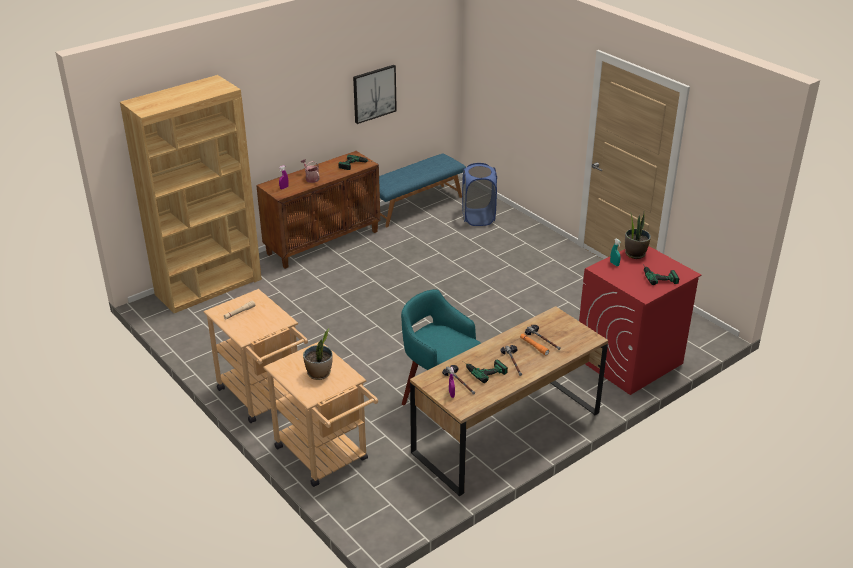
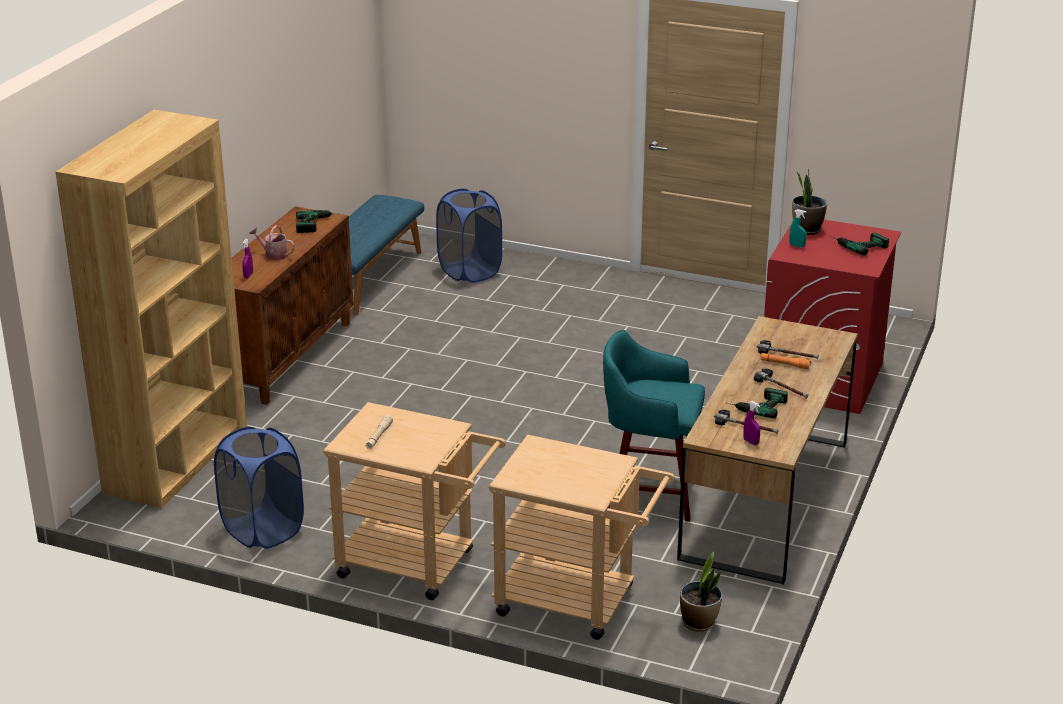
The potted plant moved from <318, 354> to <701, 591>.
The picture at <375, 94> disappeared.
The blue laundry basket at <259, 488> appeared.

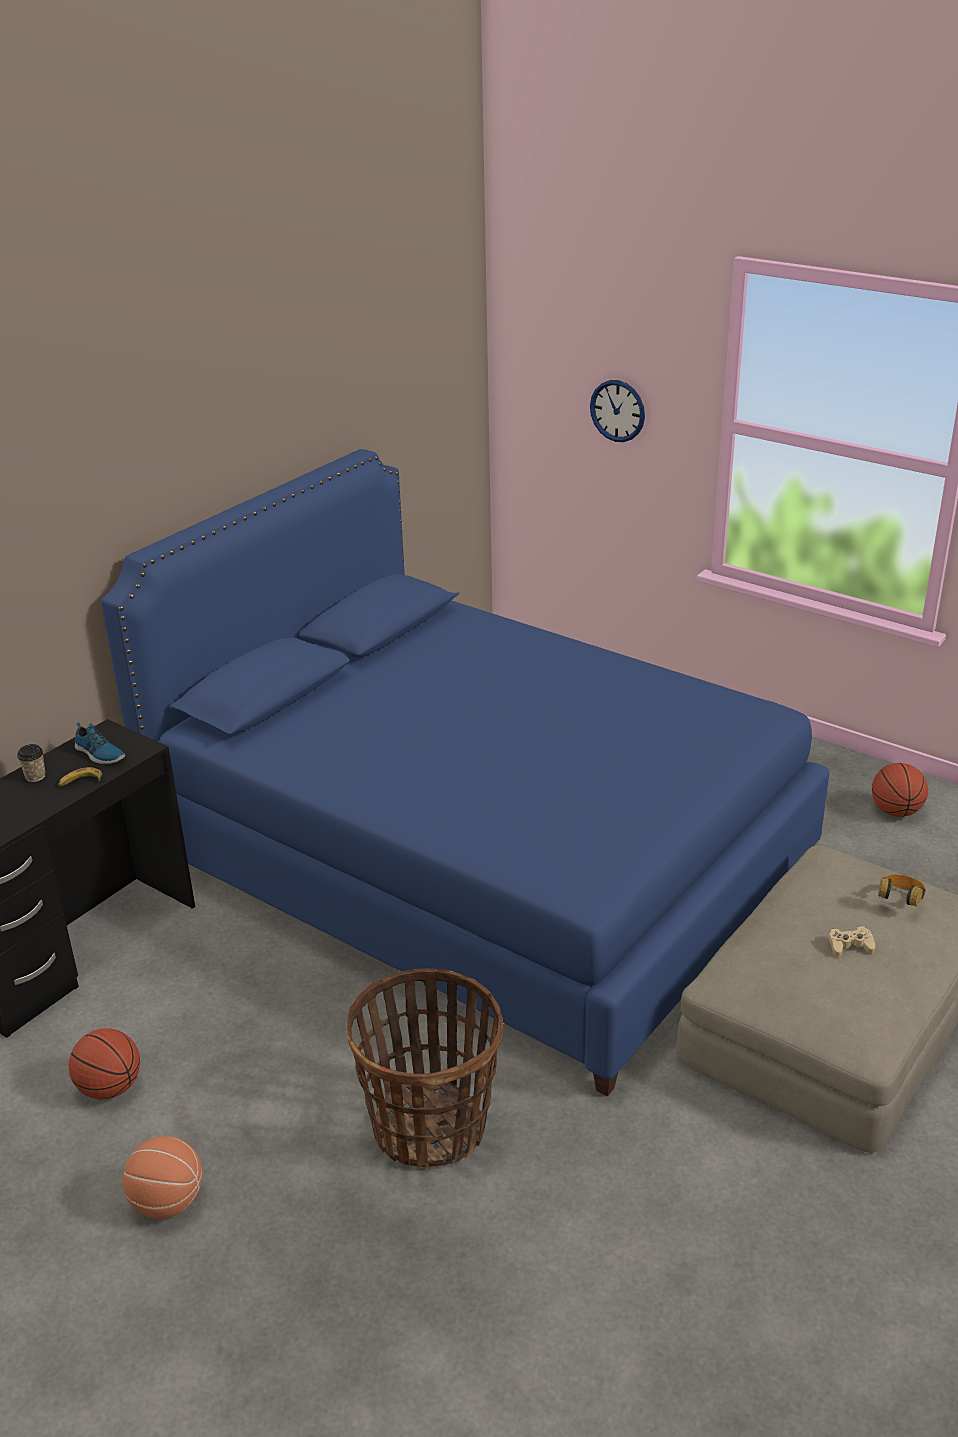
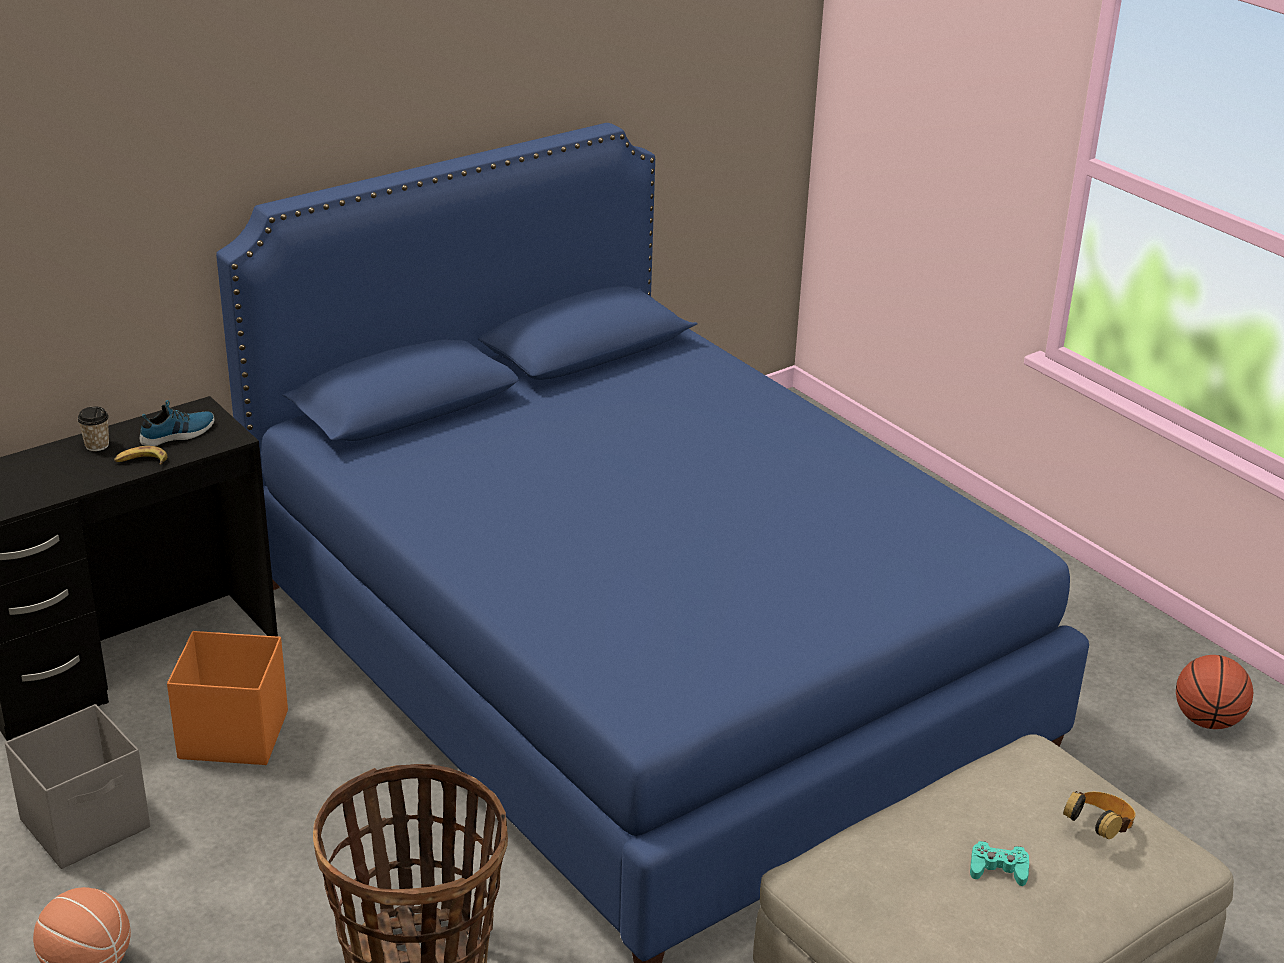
The basketball at <104, 1063> was replaced by the grey storage box at <77, 786>.
The shoe at <100, 743> turned 90 degrees counterclockwise.
The wall clock at <617, 411> disappeared.
The beige game controller at <852, 941> became the turquoise game controller at <999, 863>.
The orange storage box at <227, 698> appeared.

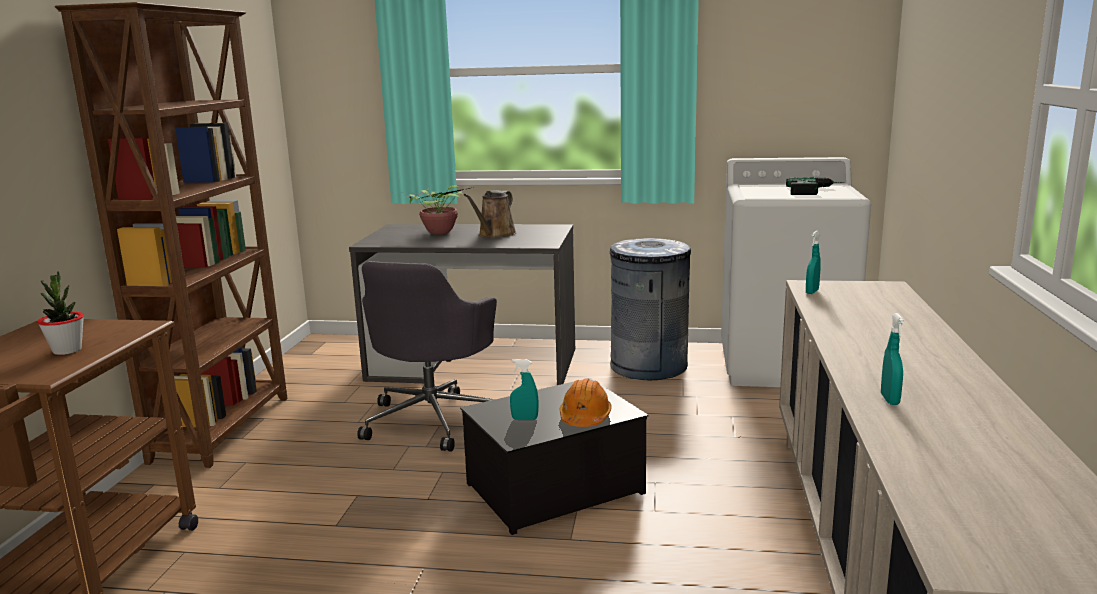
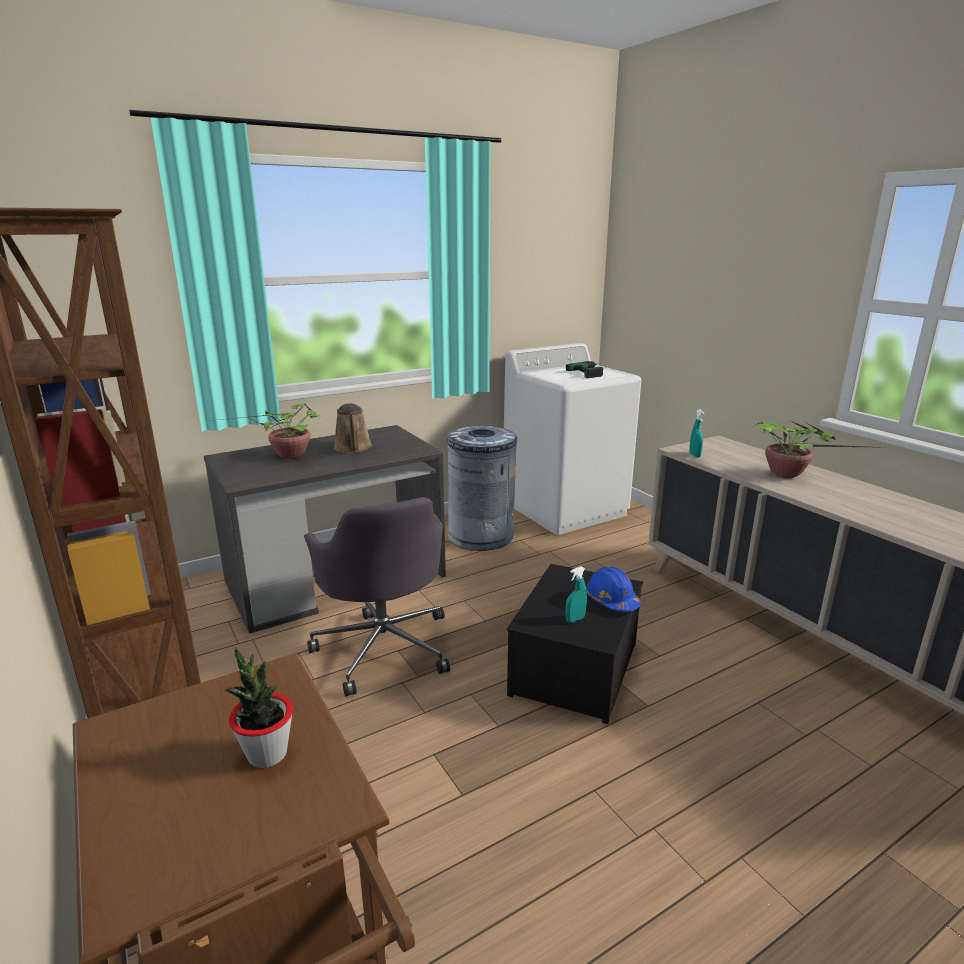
The orange hard hat at <586, 402> became the blue hard hat at <613, 589>.
The turquoise spray bottle at <892, 359> disappeared.
The potted plant at <822, 449> appeared.

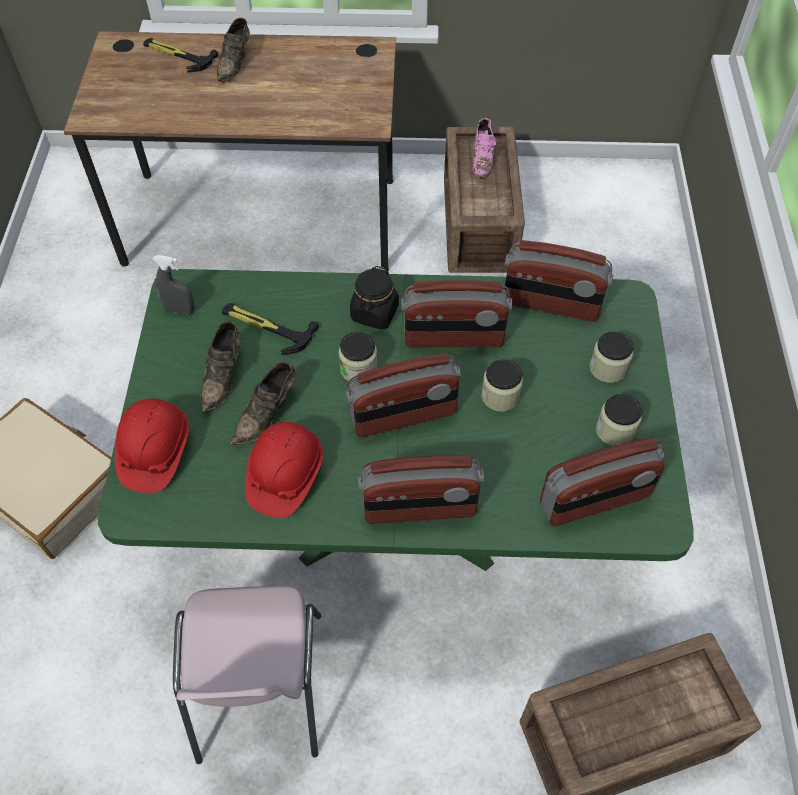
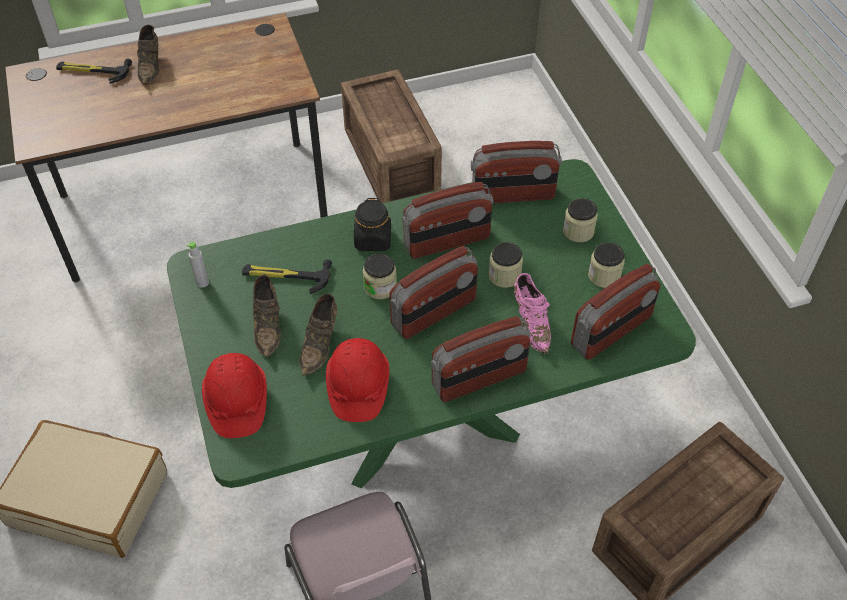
The grey spray bottle at <174, 284> was replaced by the grey bottle at <197, 264>.
The pink shoe moved from <484, 148> to <532, 313>.

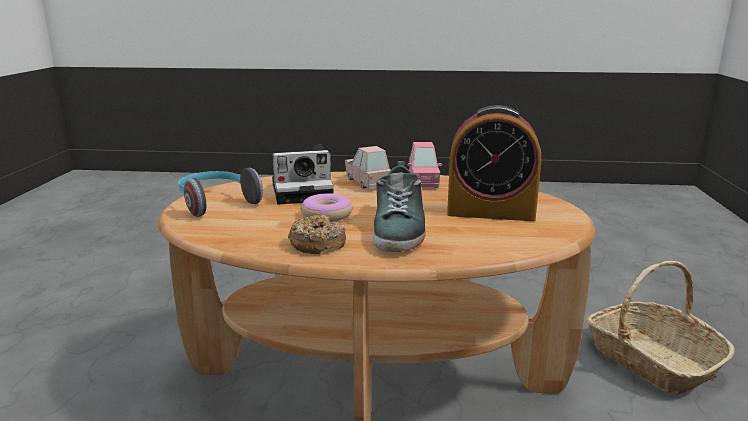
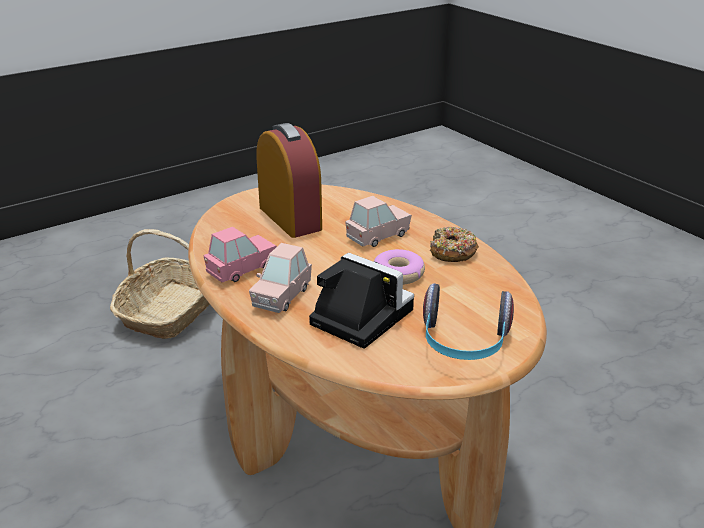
The shoe at <399, 206> was replaced by the pink toy car at <378, 221>.

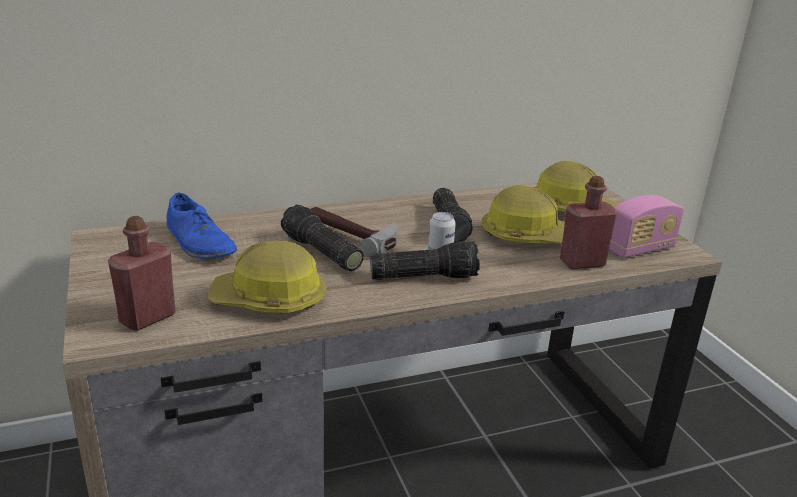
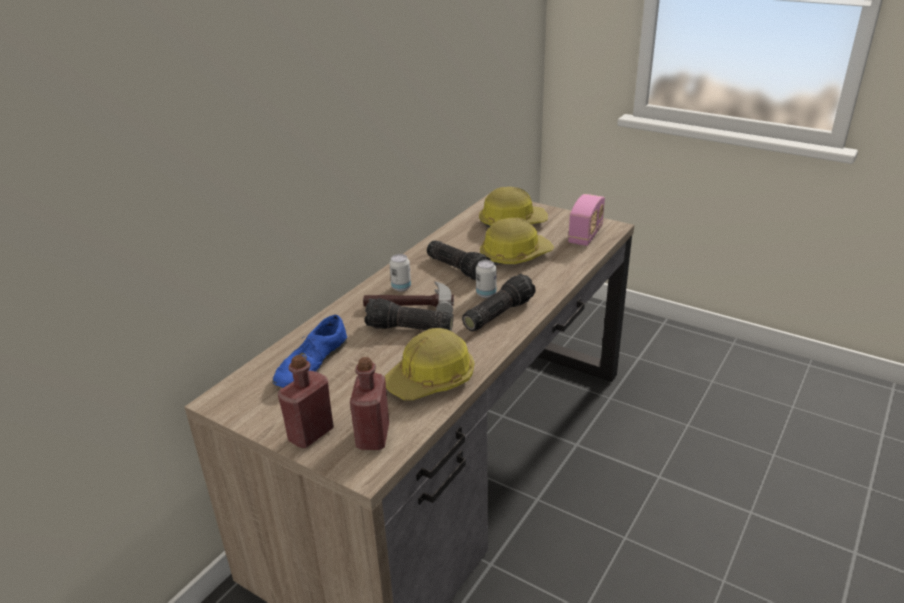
The blue shoe at <201, 226> turned 105 degrees clockwise.
The red bottle moved from <588, 222> to <306, 401>.
The can at <400, 273> appeared.

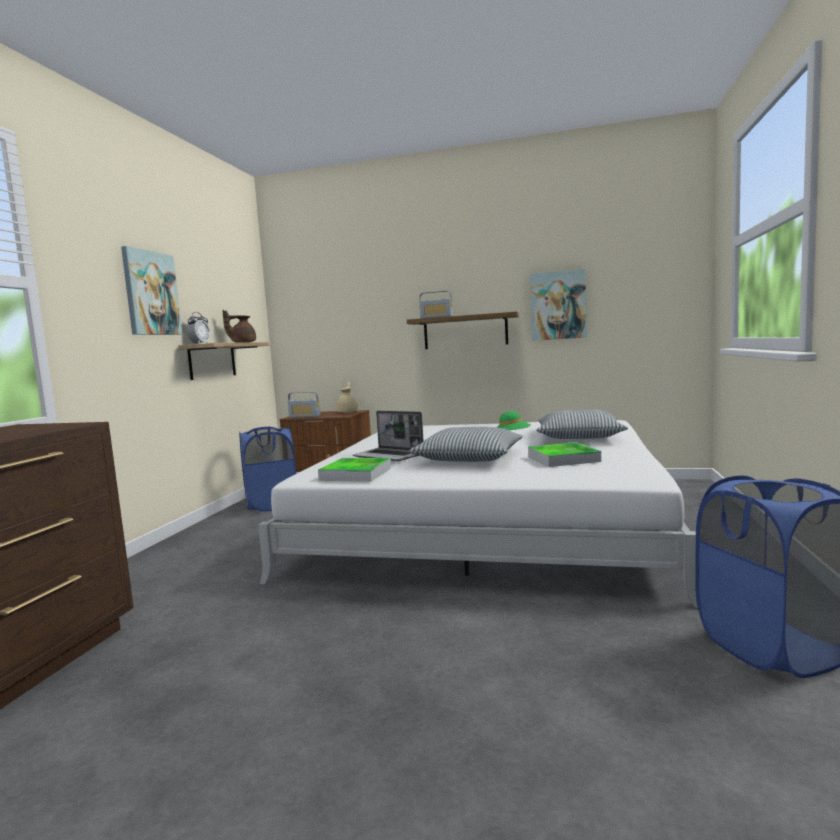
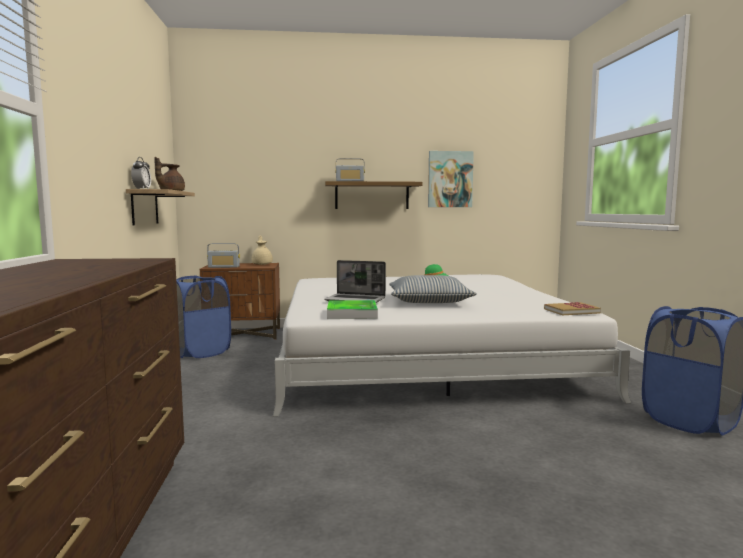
The picture at <151, 290> disappeared.
The tray at <564, 454> disappeared.
The pillow at <582, 424> disappeared.
The book at <572, 308> appeared.

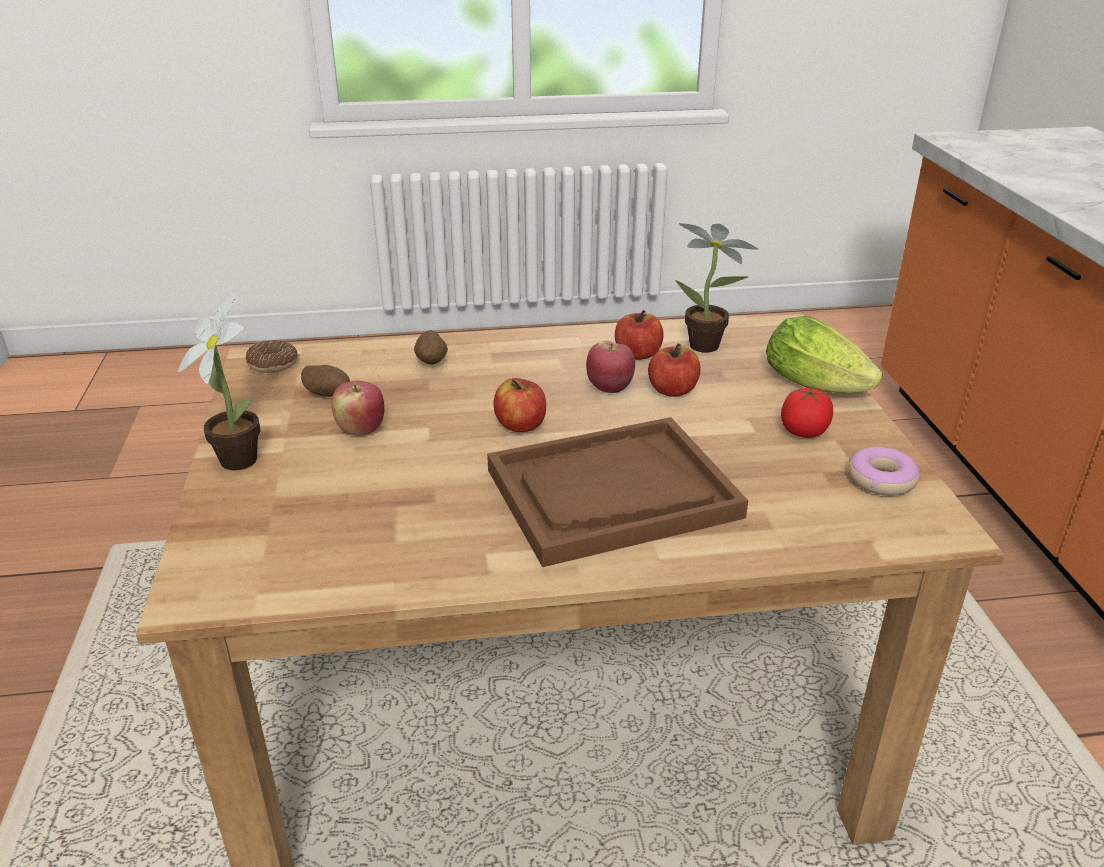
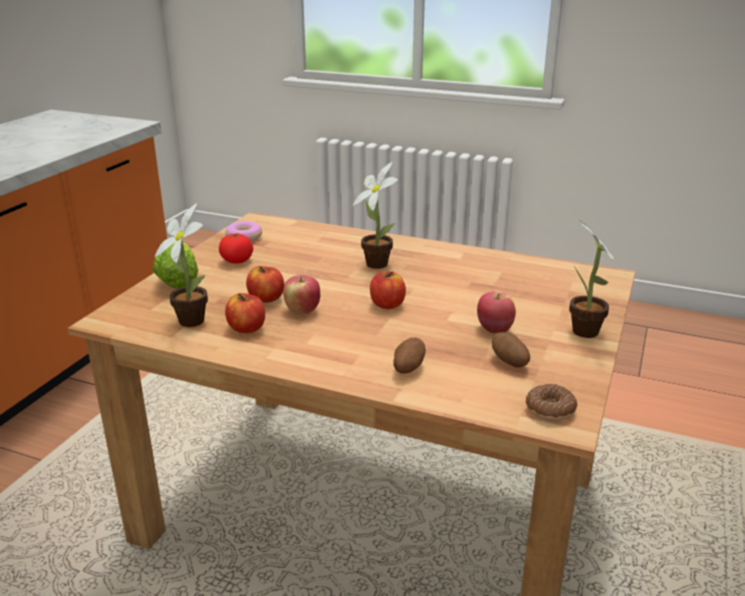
The brown tray at <617, 492> was replaced by the potted plant at <375, 215>.

